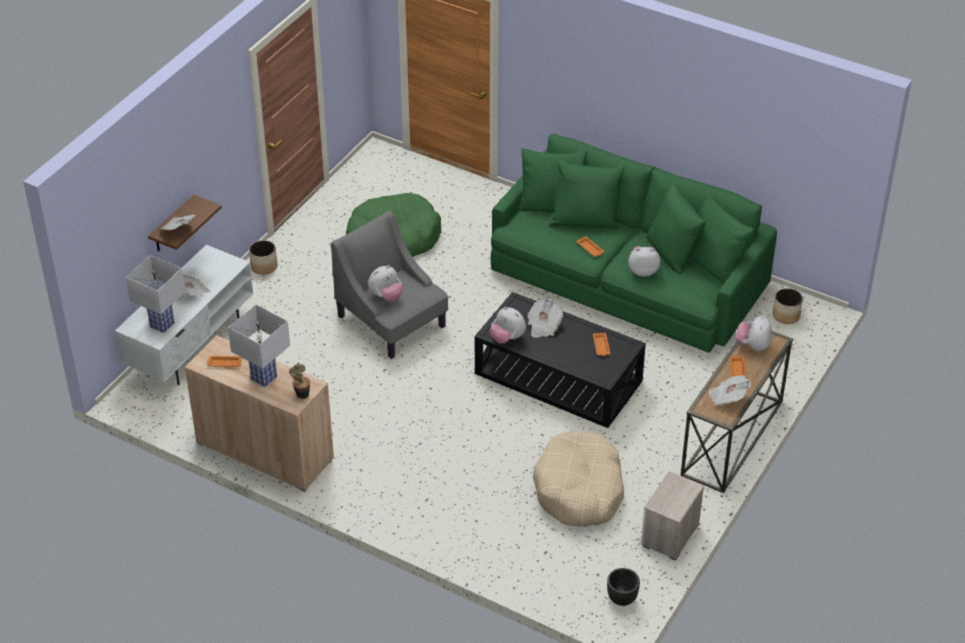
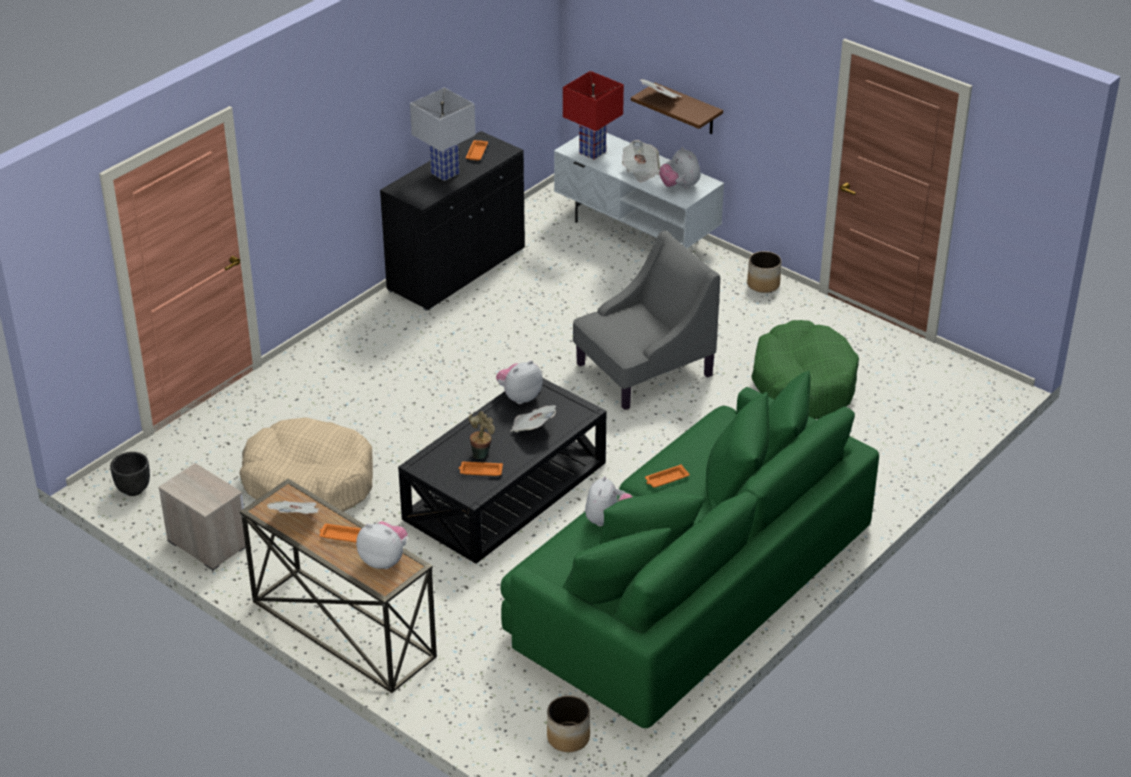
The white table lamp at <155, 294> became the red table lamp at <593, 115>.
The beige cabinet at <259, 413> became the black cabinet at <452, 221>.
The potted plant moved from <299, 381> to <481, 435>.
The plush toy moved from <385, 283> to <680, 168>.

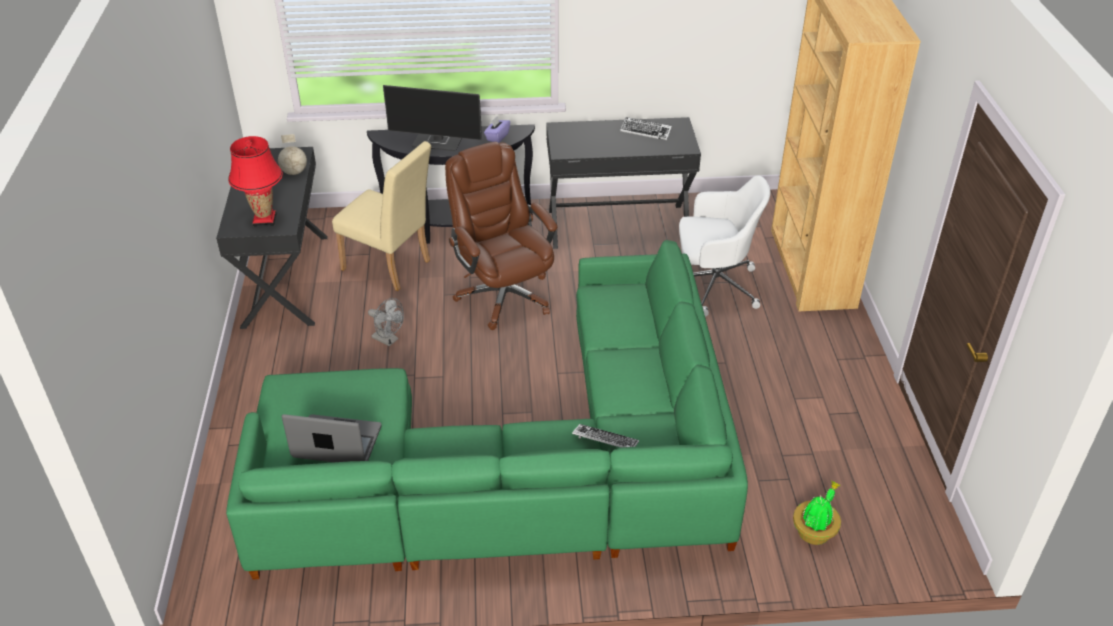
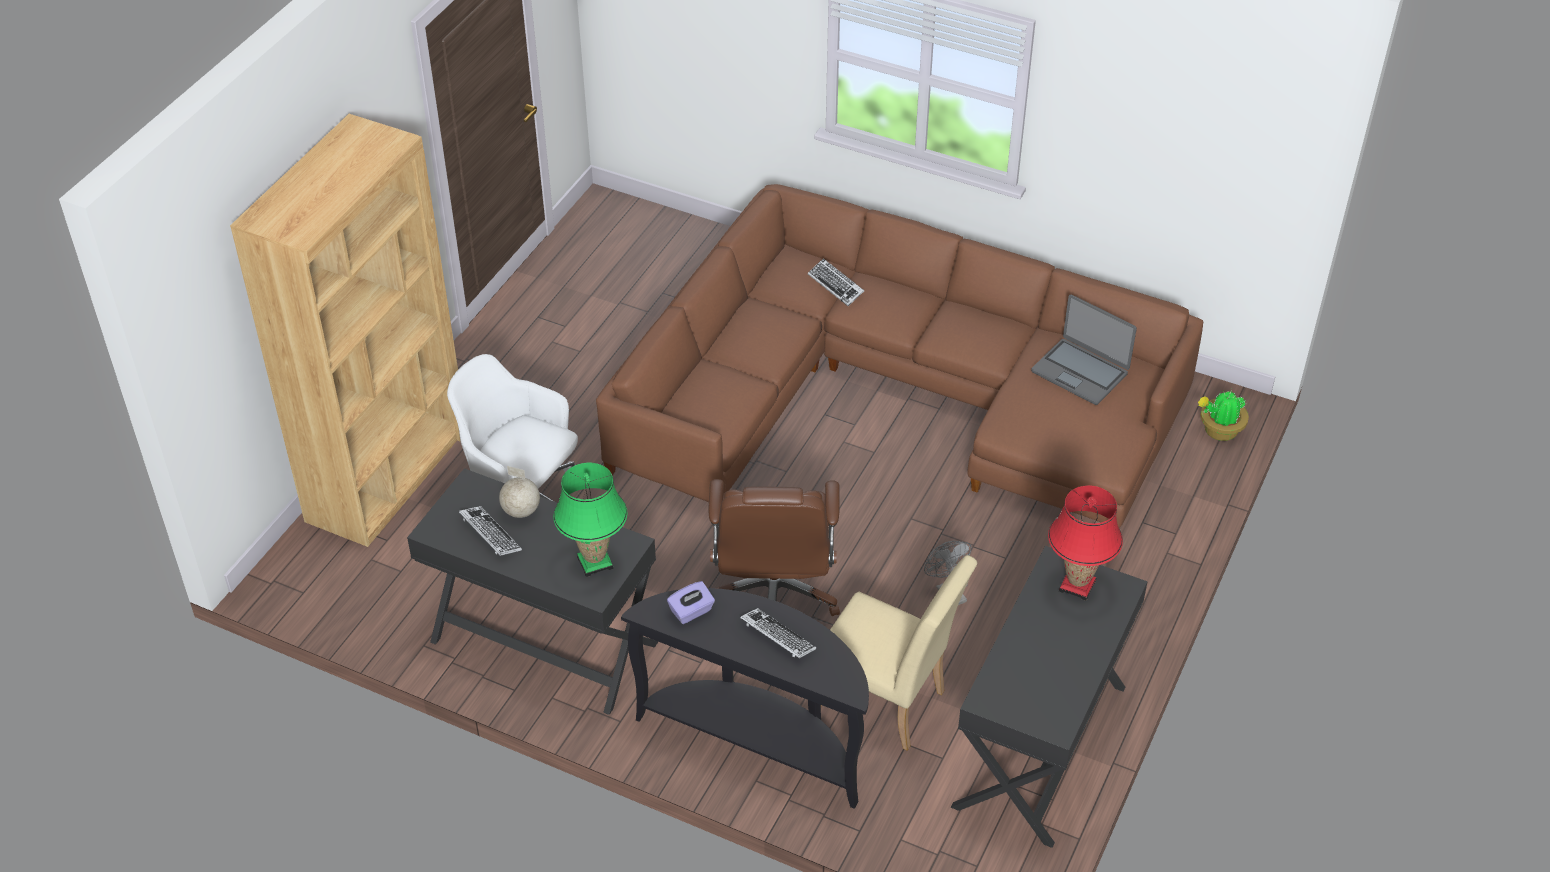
The green sofa at <487, 410> became the brown sofa at <899, 356>.
The globe moved from <292, 154> to <519, 492>.
The beige chair at <381, 216> turned 150 degrees clockwise.
The monitor at <432, 118> was replaced by the keyboard at <778, 633>.
The potted plant moved from <817, 513> to <1223, 415>.
The green table lamp at <590, 520> appeared.

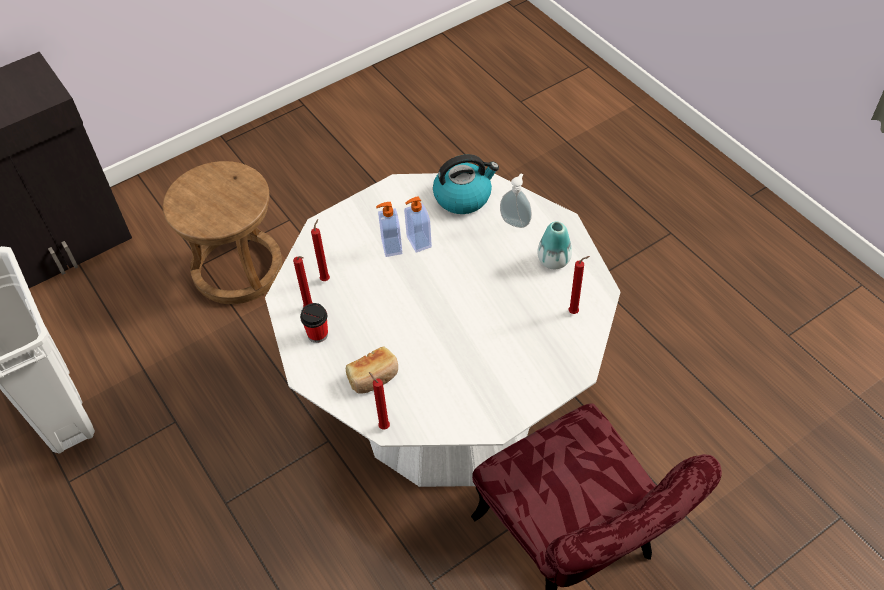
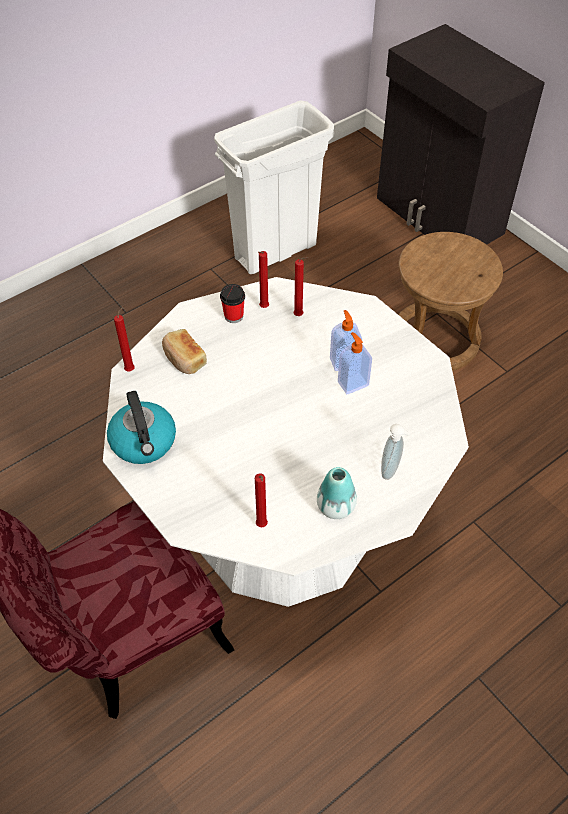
The kettle moved from <466, 184> to <141, 427>.

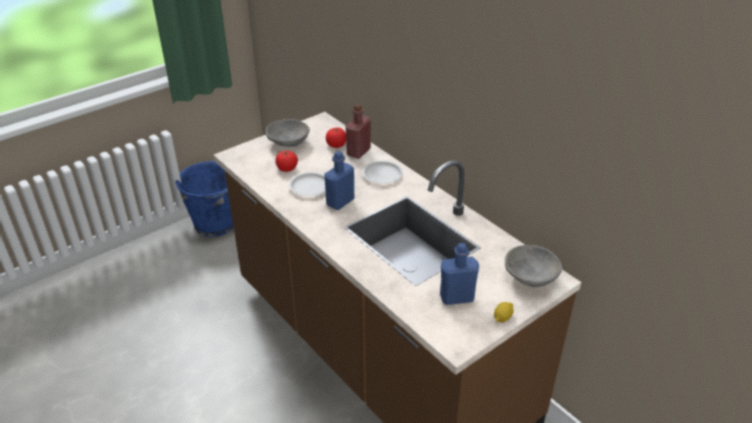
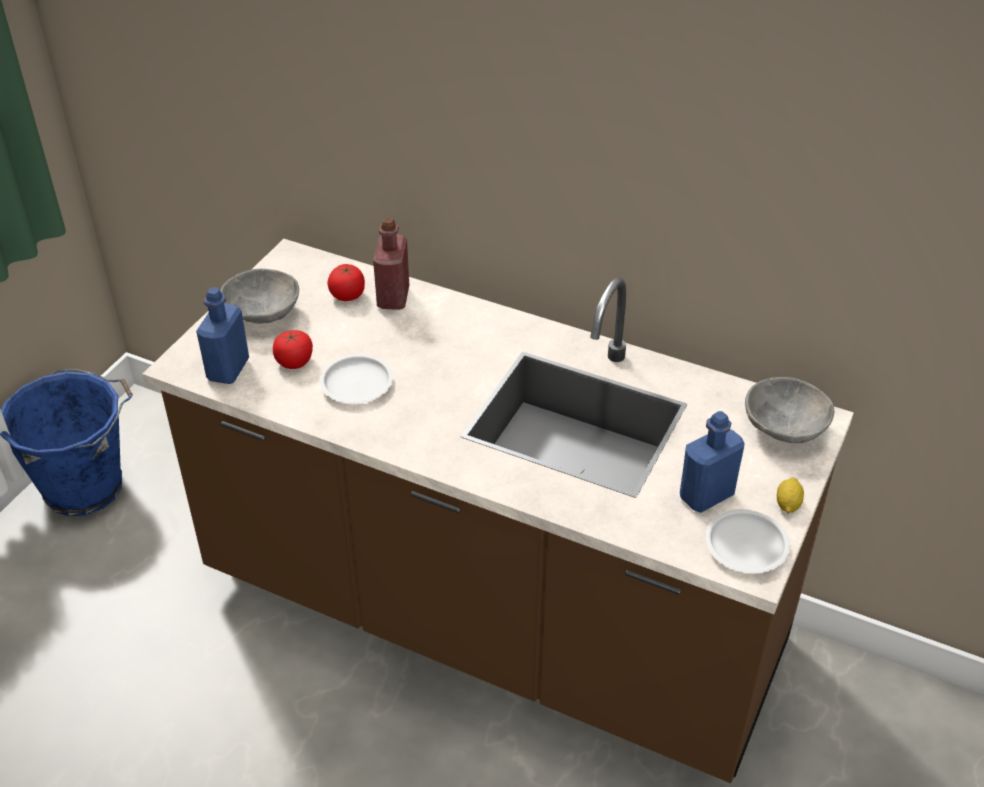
The blue bottle moved from <339, 180> to <222, 335>.
The white plate moved from <383, 172> to <748, 541>.

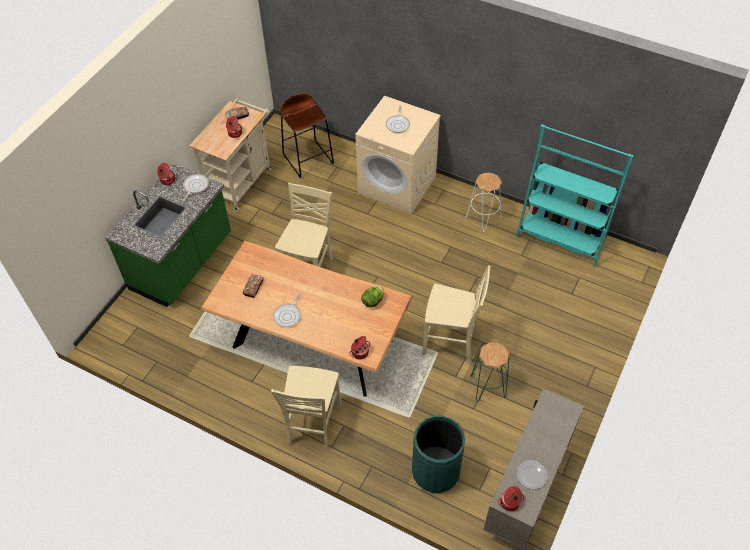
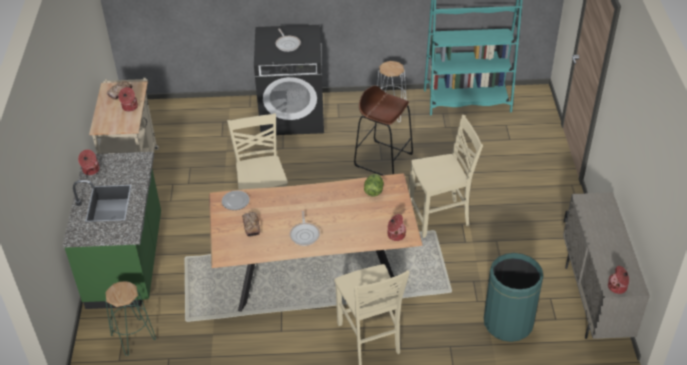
The frying pan at <195, 188> disappeared.
The brown stool moved from <307, 135> to <383, 130>.
The beige washing machine at <398, 155> became the black washing machine at <289, 80>.
The green stool moved from <489, 371> to <130, 318>.
The plate moved from <532, 474> to <236, 200>.

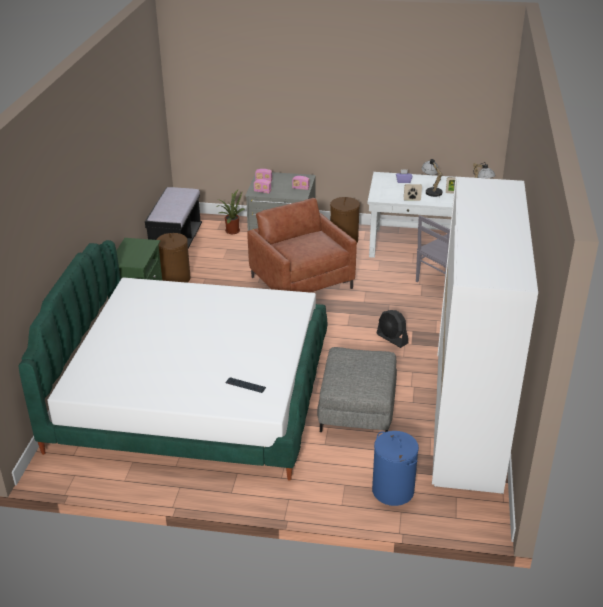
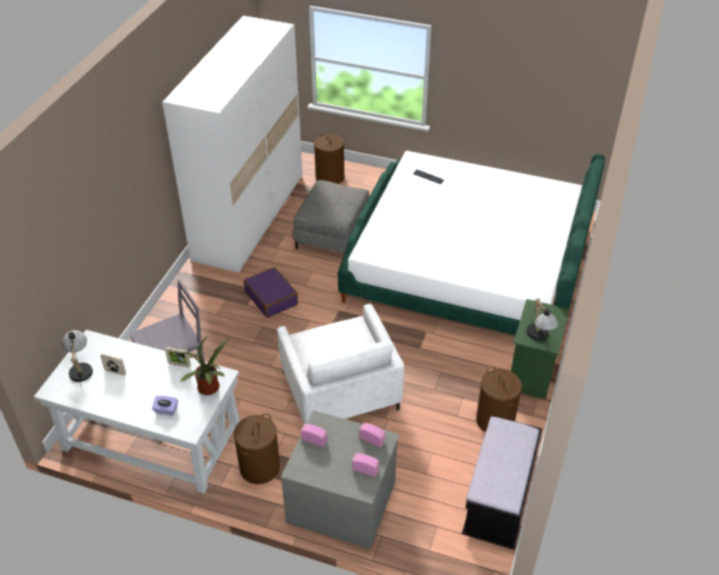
The potted plant moved from <230, 212> to <204, 365>.
The brown armchair at <302, 245> became the white armchair at <341, 364>.
The blue laundry basket at <395, 468> became the brown laundry basket at <329, 159>.
The black fan at <392, 329> was replaced by the purple suitcase at <271, 292>.
The table lamp moved from <432, 179> to <542, 319>.

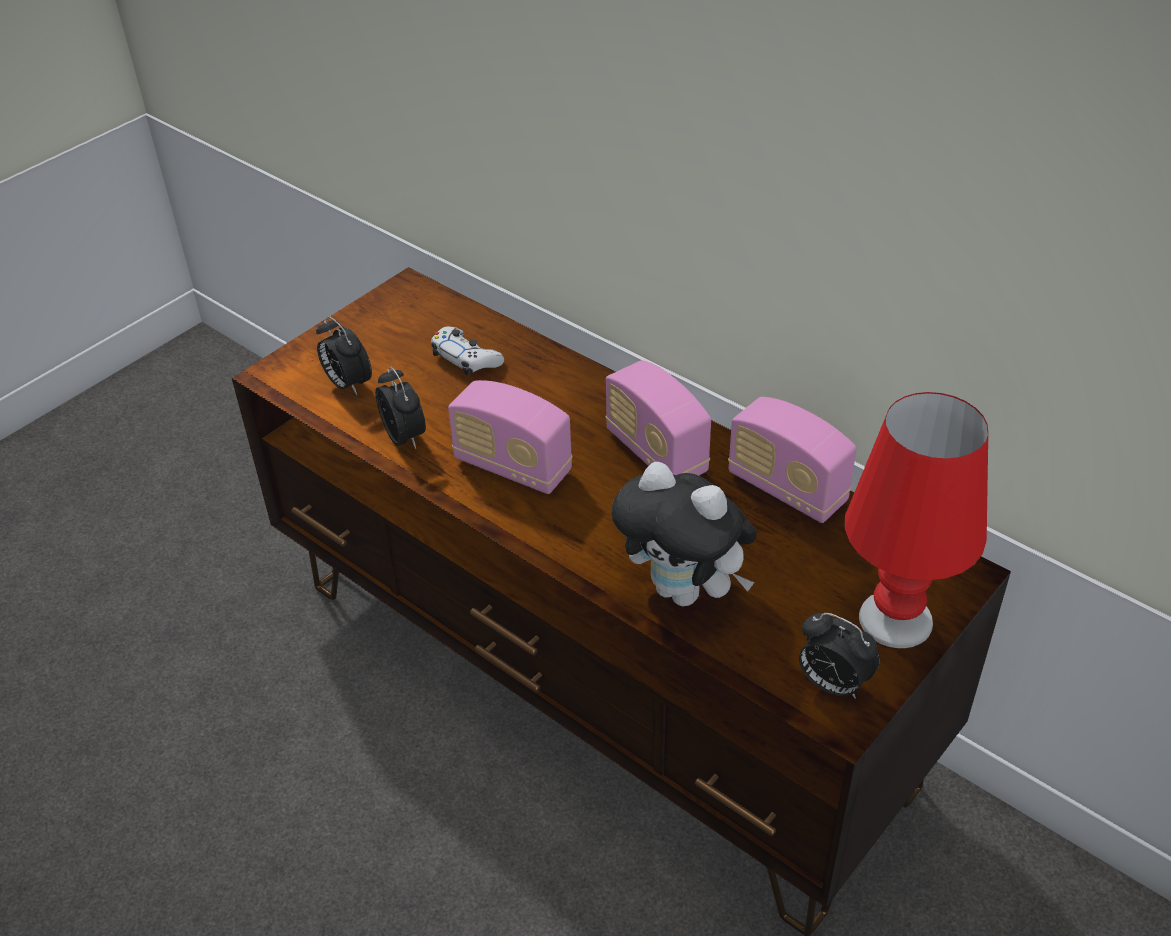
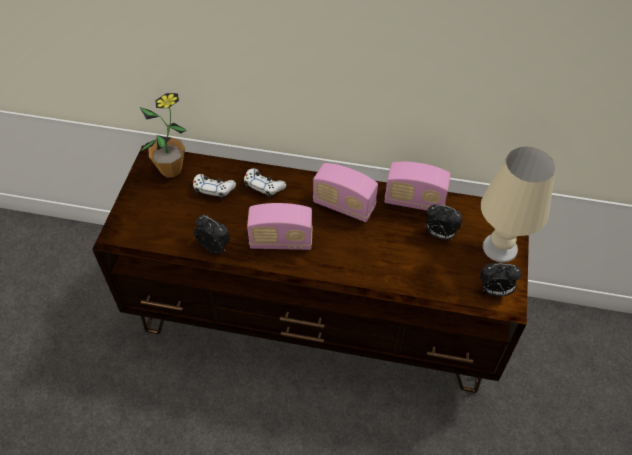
The alarm clock moved from <344, 355> to <444, 222>.
The plush toy at <684, 534> disappeared.
The red table lamp at <916, 520> became the beige table lamp at <518, 204>.
The potted plant at <163, 135> appeared.
The white game controller at <265, 183> appeared.

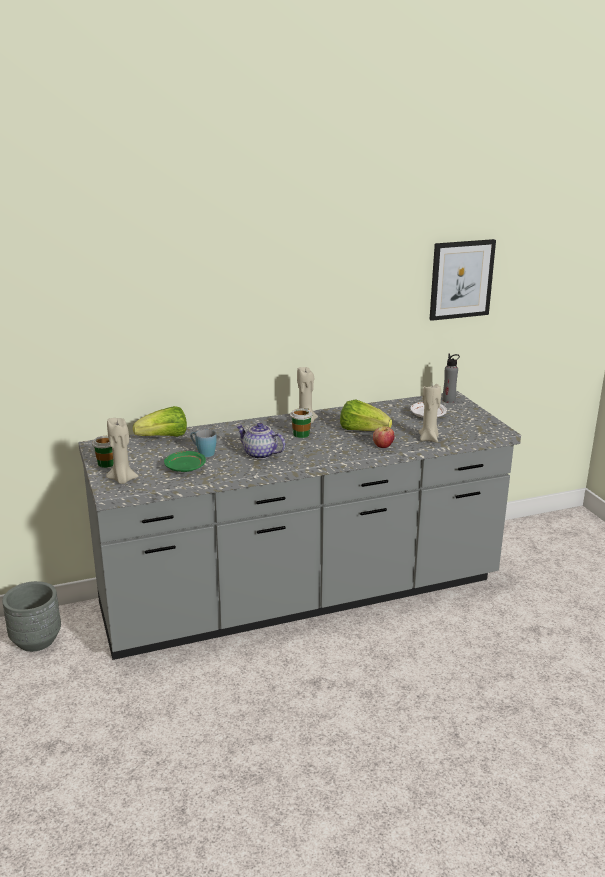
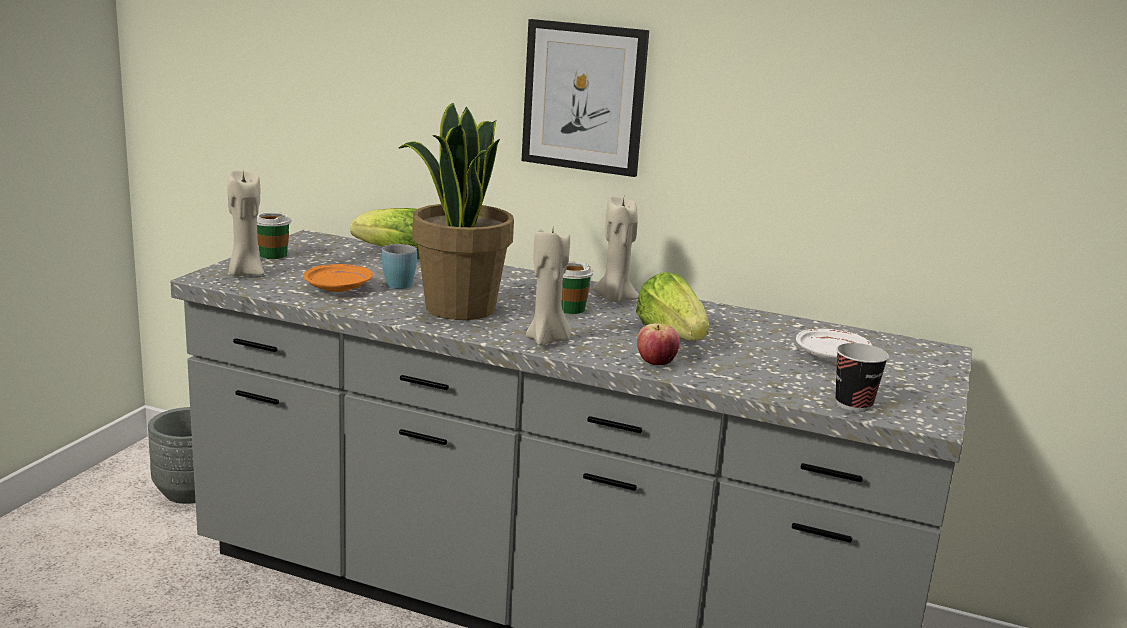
The green plate at <185, 461> became the orange plate at <338, 278>.
The teapot at <260, 441> was replaced by the potted plant at <456, 211>.
The beige candle moved from <430, 413> to <548, 287>.
The picture moved from <462, 280> to <585, 98>.
The grey bottle at <451, 378> disappeared.
The cup at <862, 377> appeared.

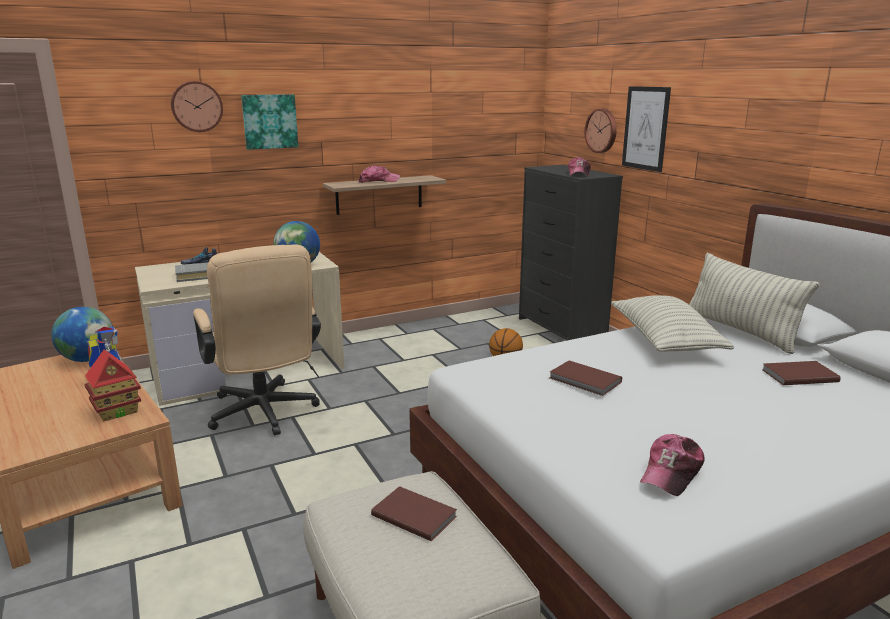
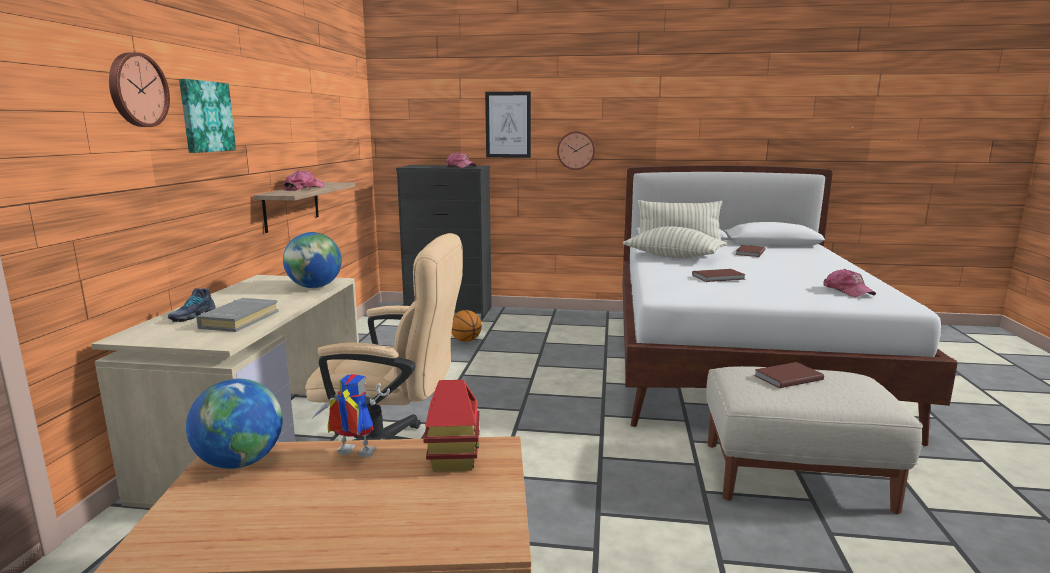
The wall clock moved from <600, 131> to <576, 150>.

